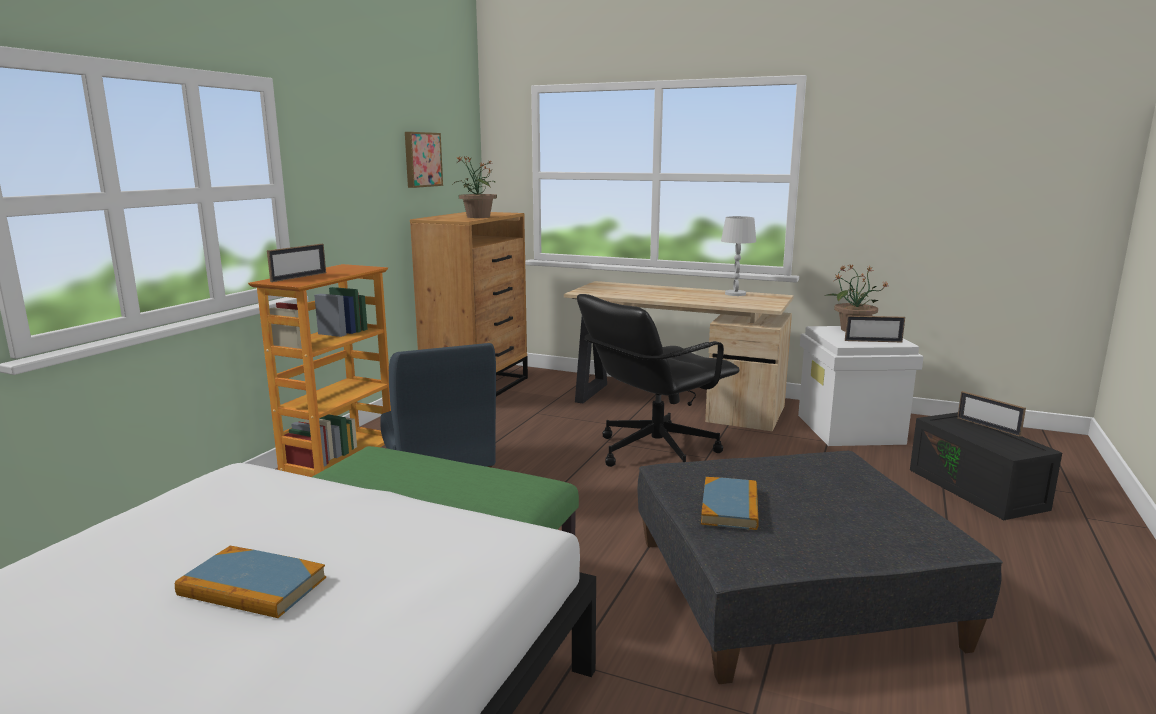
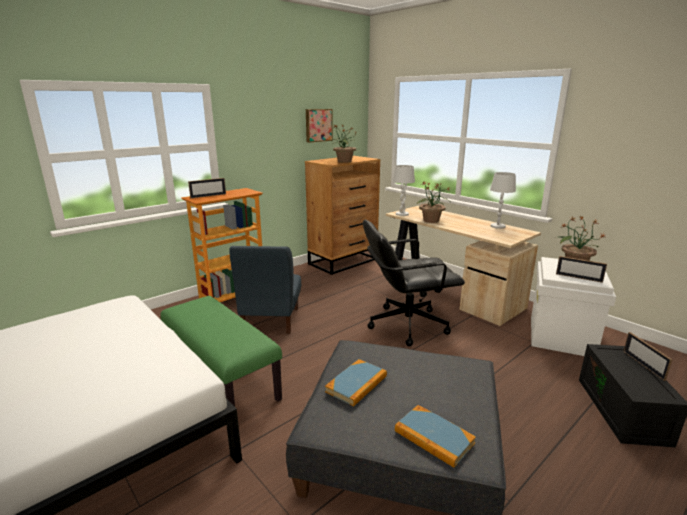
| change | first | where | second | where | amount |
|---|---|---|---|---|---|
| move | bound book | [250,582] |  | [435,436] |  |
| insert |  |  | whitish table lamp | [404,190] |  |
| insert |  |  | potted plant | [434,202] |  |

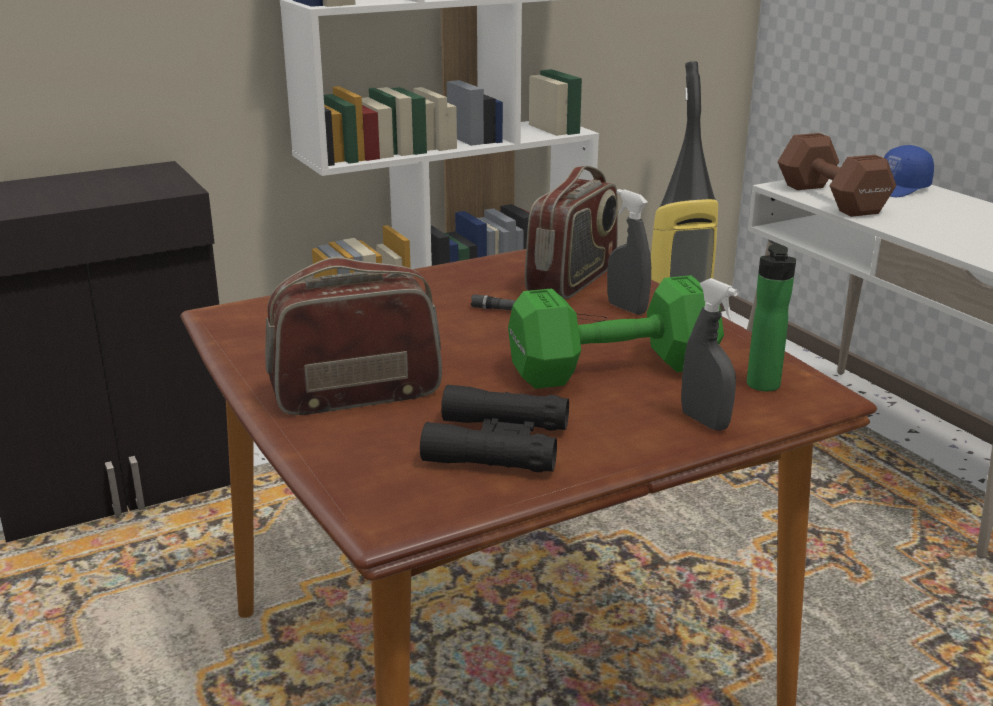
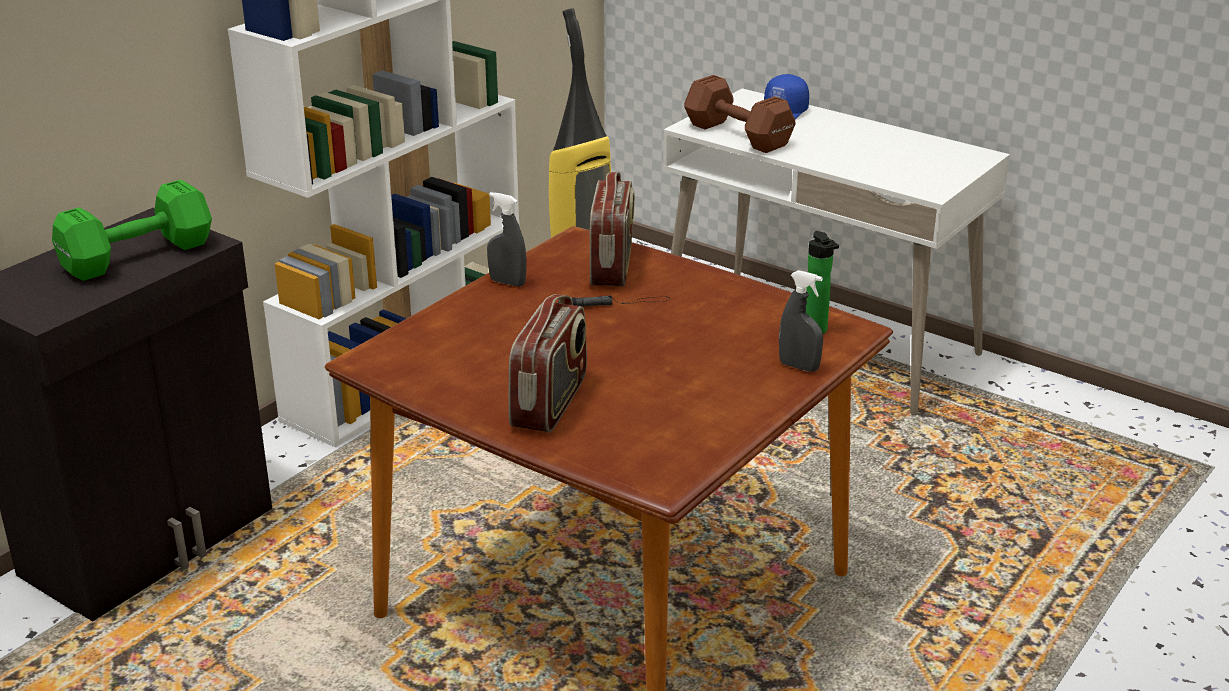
| change | first | where | second | where | amount |
|---|---|---|---|---|---|
| move | grey sprayer | [629,252] |  | [507,239] |  |
| rotate | radio | [353,336] |  | [547,363] | 150 degrees clockwise |
| move | green-coloured hand weight | [616,332] |  | [132,230] |  |
| delete | black-coloured binoculars | [494,428] |  |  |  |

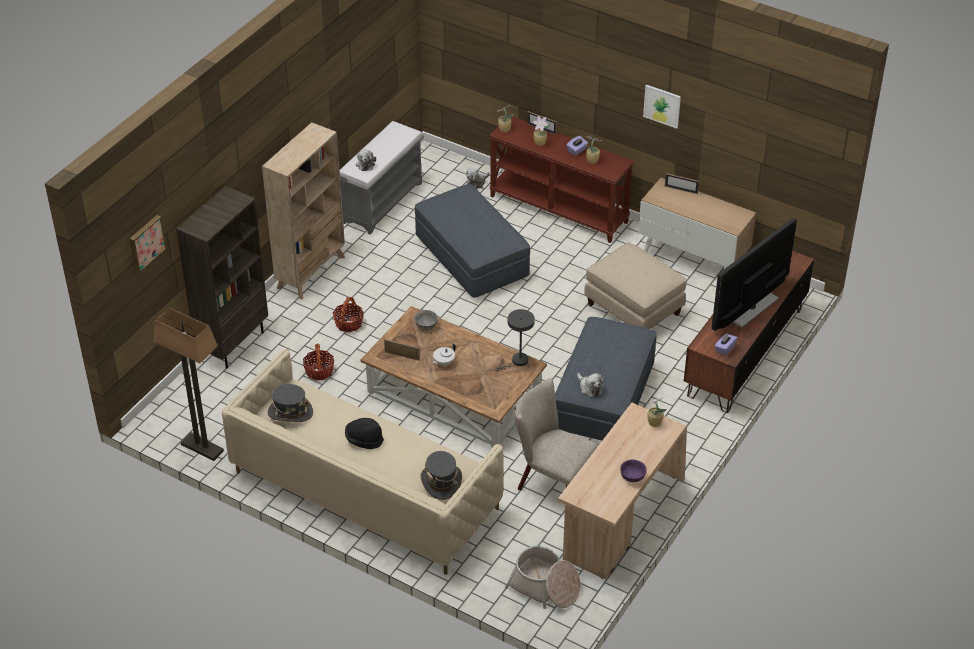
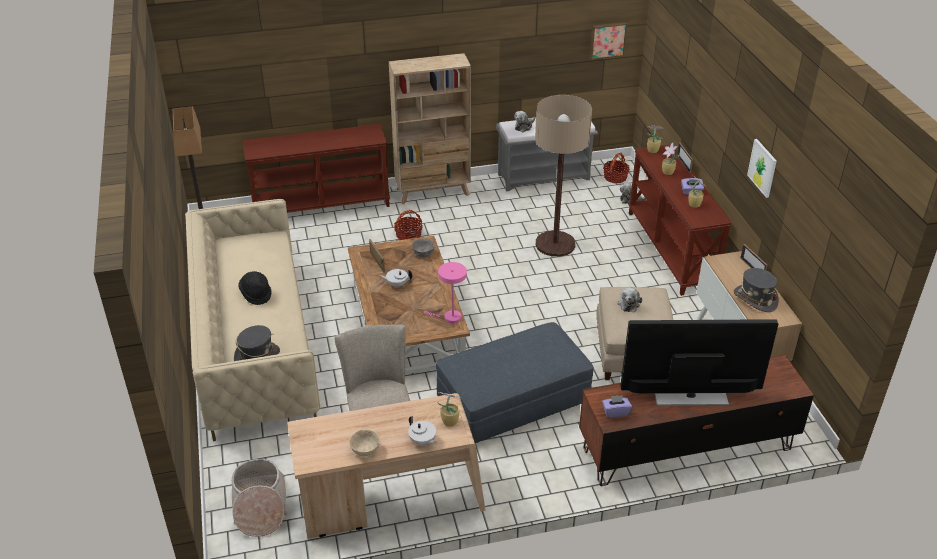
| change | first | where | second | where | amount |
|---|---|---|---|---|---|
| replace | grey footrest | [472,241] | standard lamp | [563,176] |  |
| replace | brownish bookshelf | [222,277] | brownish console table | [316,168] |  |
| move | picture | [147,244] |  | [608,41] |  |
| recolor | grey table lamp | [515,340] | pink table lamp | [445,293] |  |
| move | basket | [318,362] |  | [616,168] |  |
| move | cuddly toy | [590,385] |  | [629,299] |  |
| move | grey hat | [290,403] |  | [756,290] |  |
| recolor | purple-coloured deep dish | [633,470] | beige-coloured deep dish | [364,442] |  |
| insert |  |  | whitish teapot | [422,430] |  |

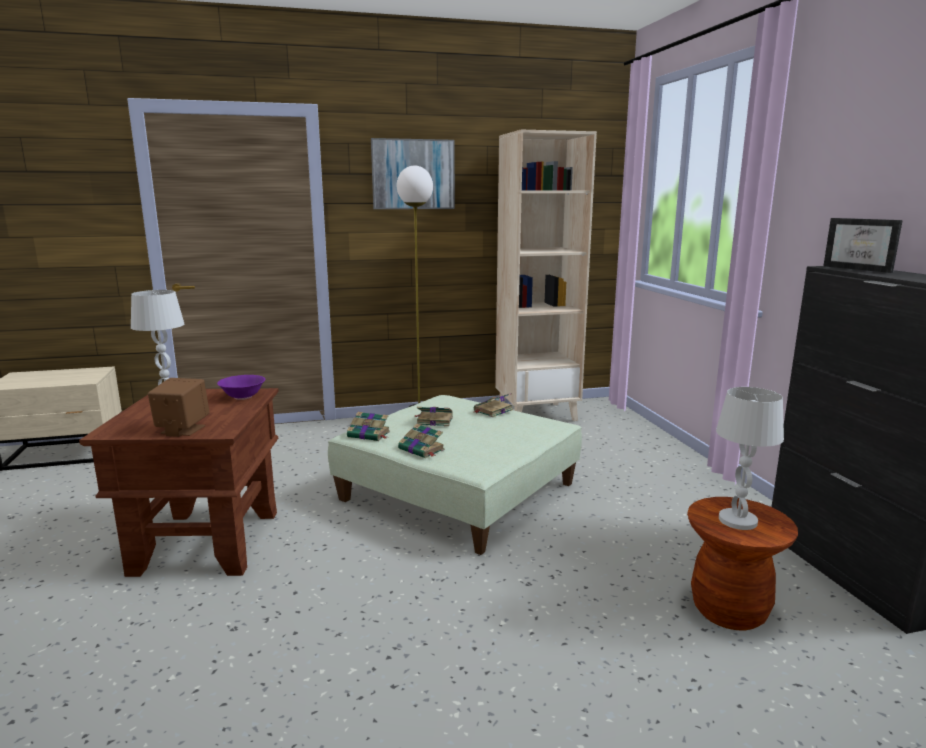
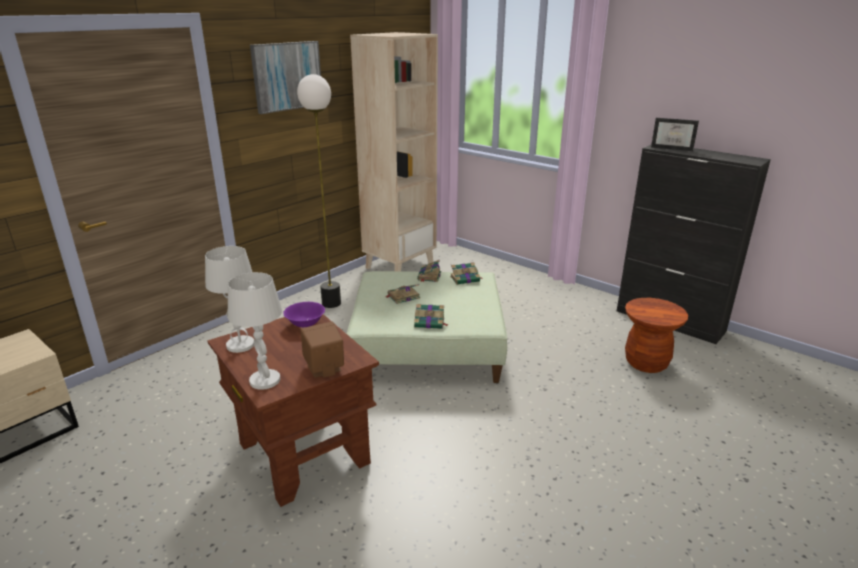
| change | first | where | second | where | amount |
|---|---|---|---|---|---|
| move | whitish table lamp | [750,458] |  | [255,331] |  |
| move | bound book | [368,426] |  | [466,273] |  |

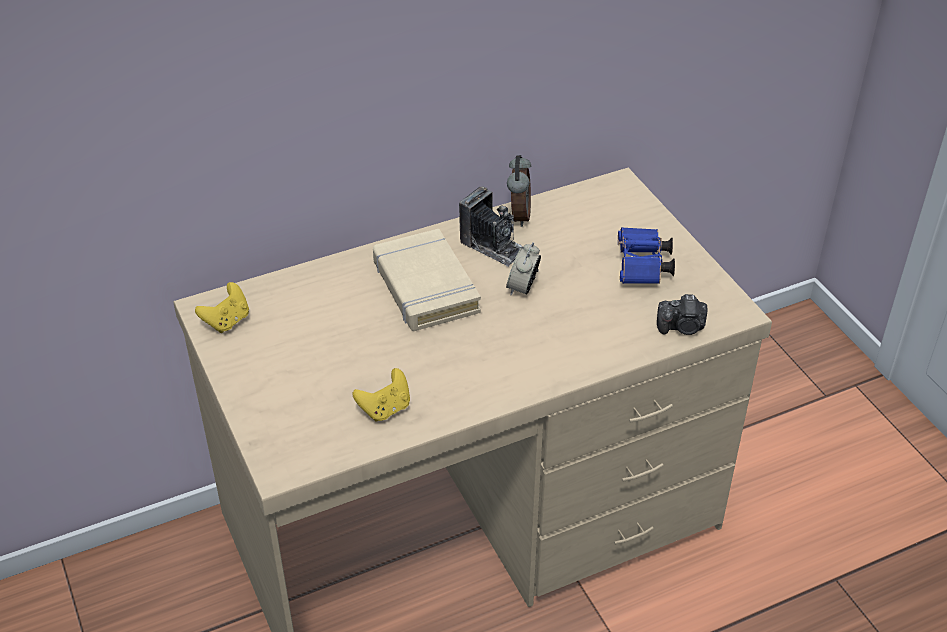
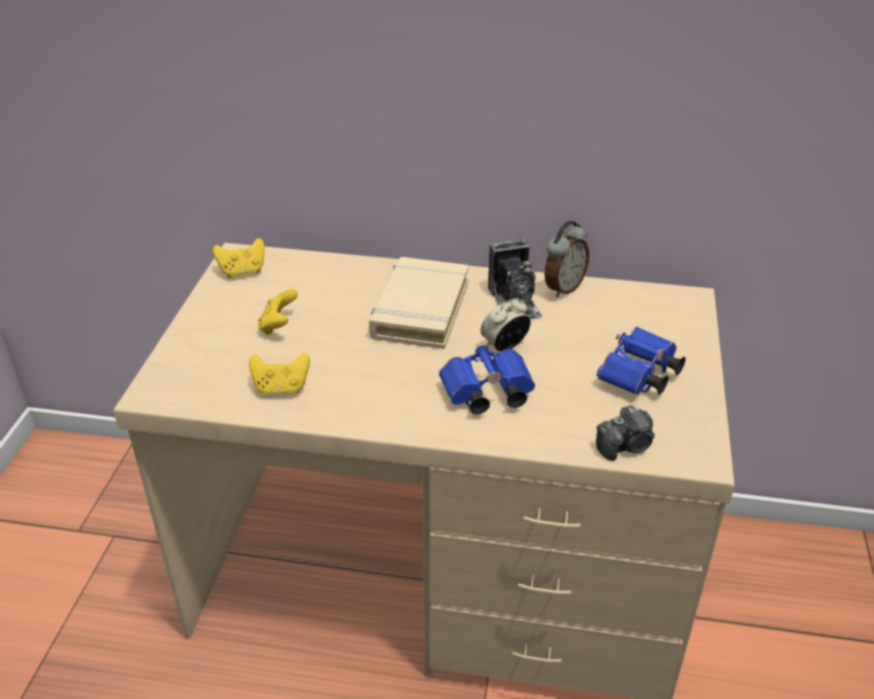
| change | first | where | second | where | amount |
|---|---|---|---|---|---|
| rotate | still camera | [682,314] |  | [625,433] | 60 degrees counterclockwise |
| insert |  |  | yellowish joypad | [278,312] |  |
| insert |  |  | bluish binoculars | [487,379] |  |

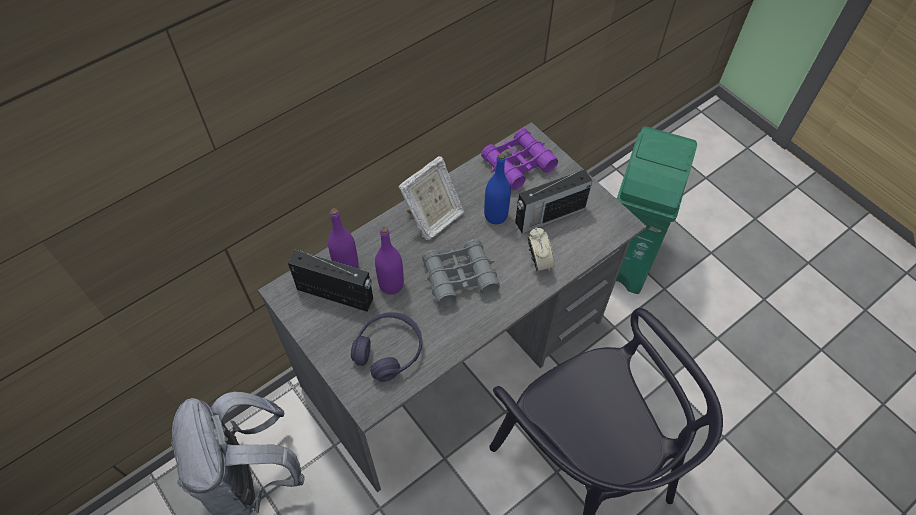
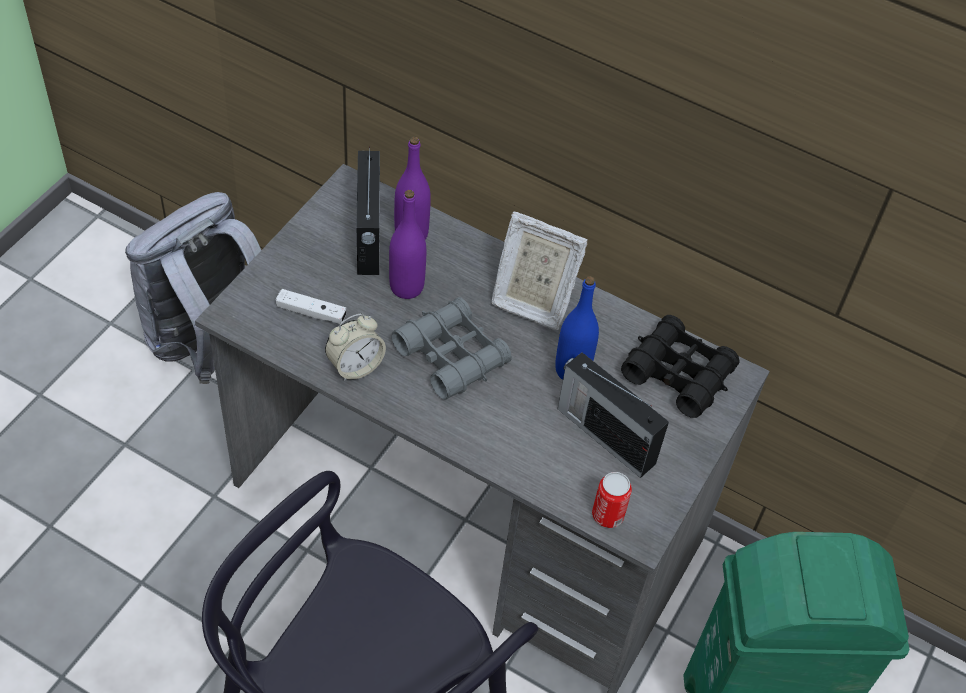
| change | first | where | second | where | amount |
|---|---|---|---|---|---|
| recolor | purple-coloured binoculars | [519,159] | black-coloured binoculars | [680,366] |  |
| move | bedside clock | [541,250] |  | [355,347] |  |
| replace | purple-coloured headphones | [386,347] | whitish joypad | [311,306] |  |
| insert |  |  | sealed can | [612,500] |  |

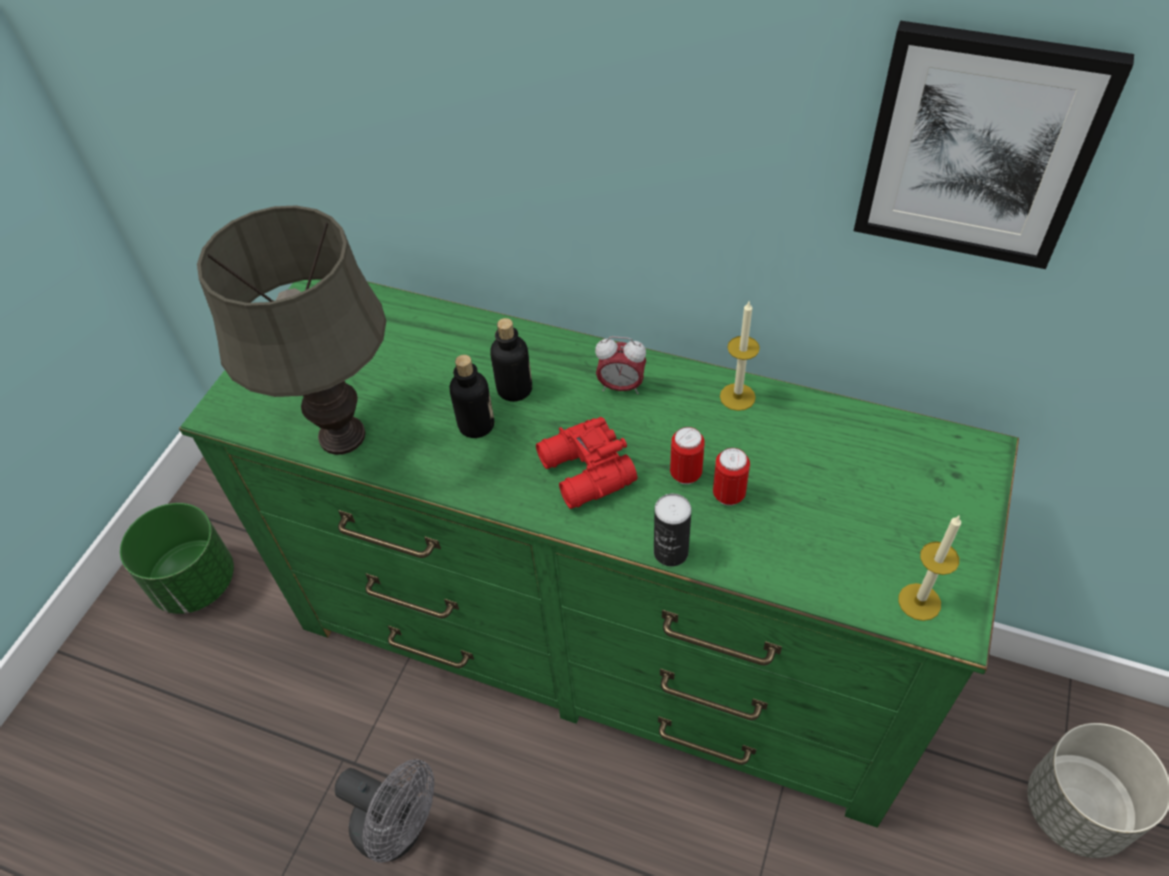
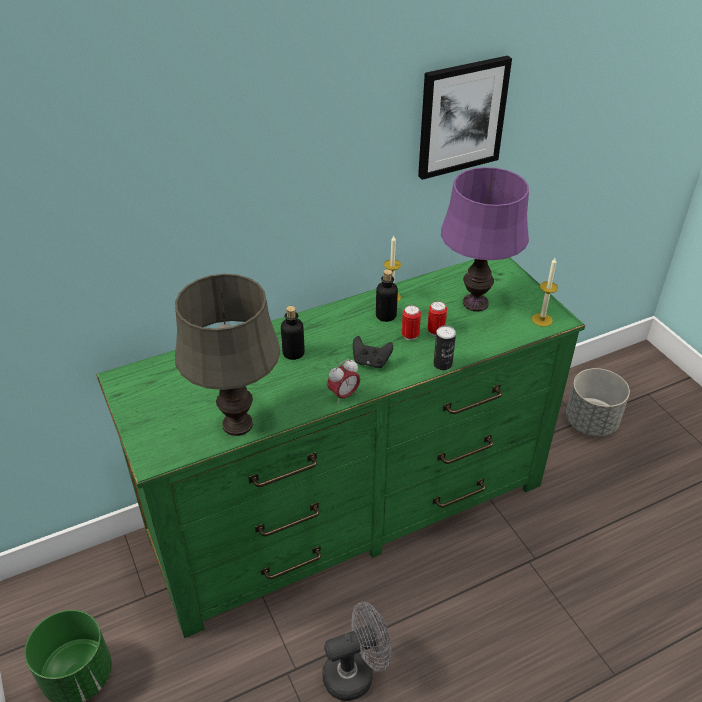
| change | first | where | second | where | amount |
|---|---|---|---|---|---|
| move | bedside clock | [620,365] |  | [343,381] |  |
| move | beverage bottle | [471,396] |  | [387,295] |  |
| replace | red-coloured binoculars | [586,463] | black-coloured joypad | [373,352] |  |
| insert |  |  | purple-coloured table lamp | [485,239] |  |

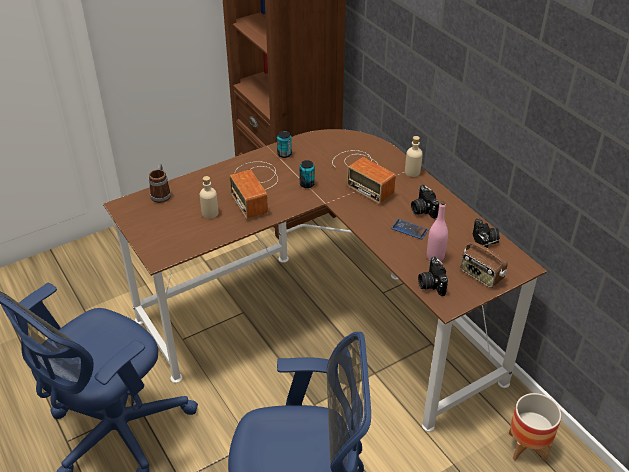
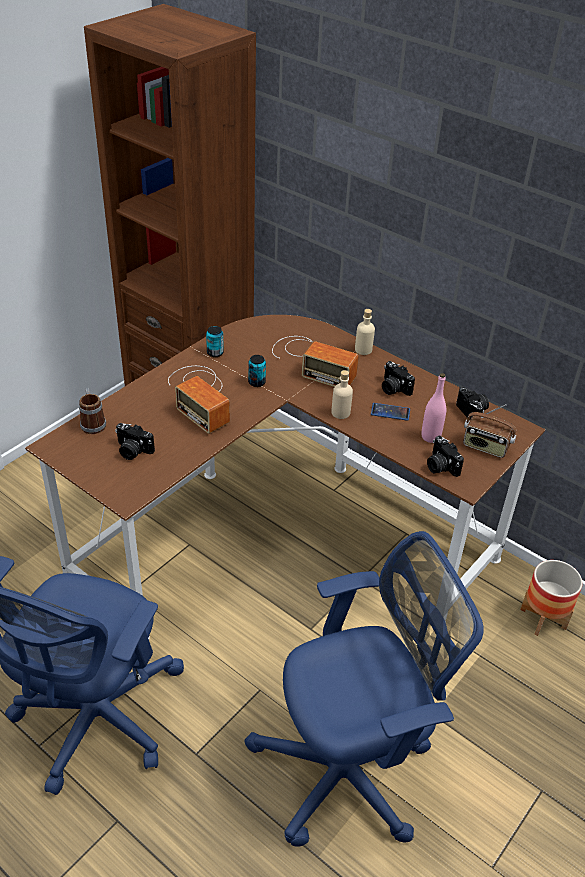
| change | first | where | second | where | amount |
|---|---|---|---|---|---|
| move | beige-coloured beverage bottle | [209,197] |  | [342,394] |  |
| insert |  |  | still camera | [135,441] |  |

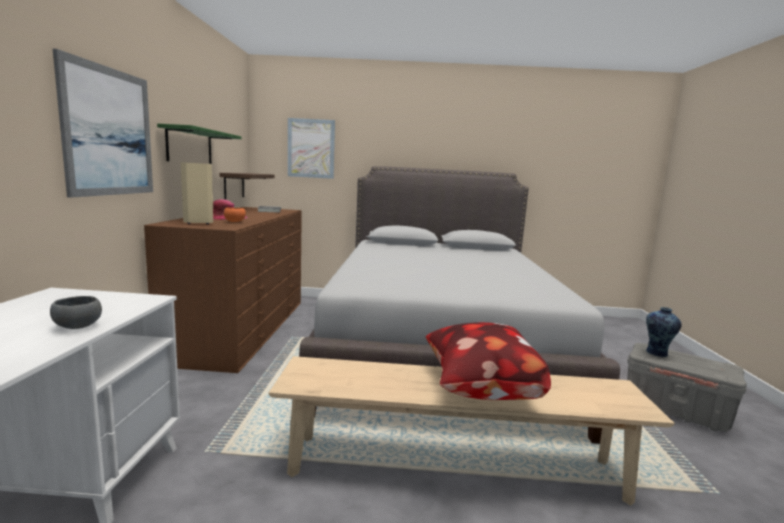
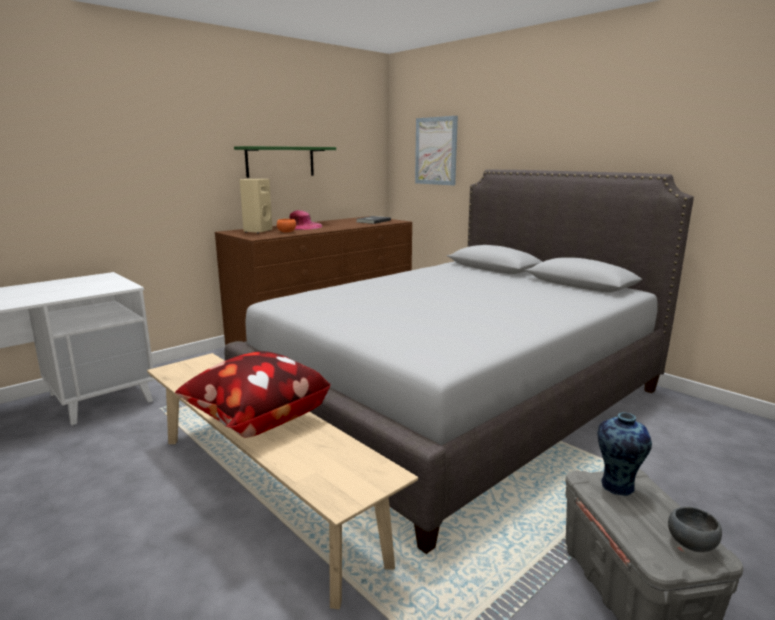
| change | first | where | second | where | amount |
|---|---|---|---|---|---|
| delete | picture | [103,123] |  |  |  |
| delete | bracket shelf | [247,186] |  |  |  |
| move | grey deep dish | [76,312] |  | [695,529] |  |

